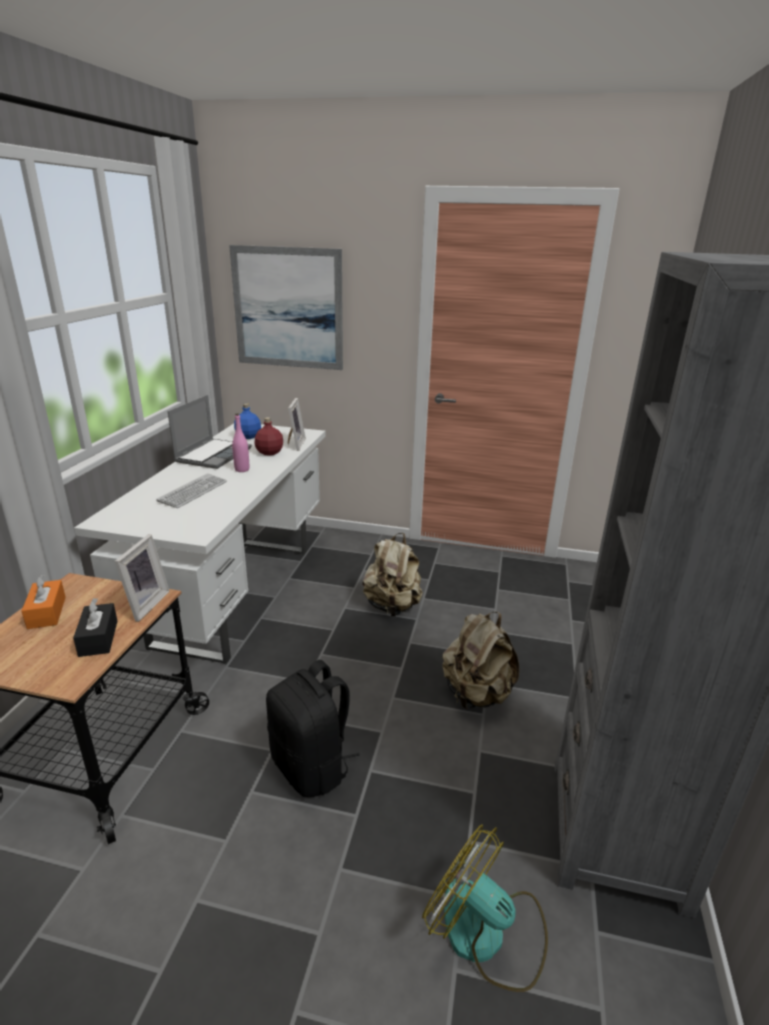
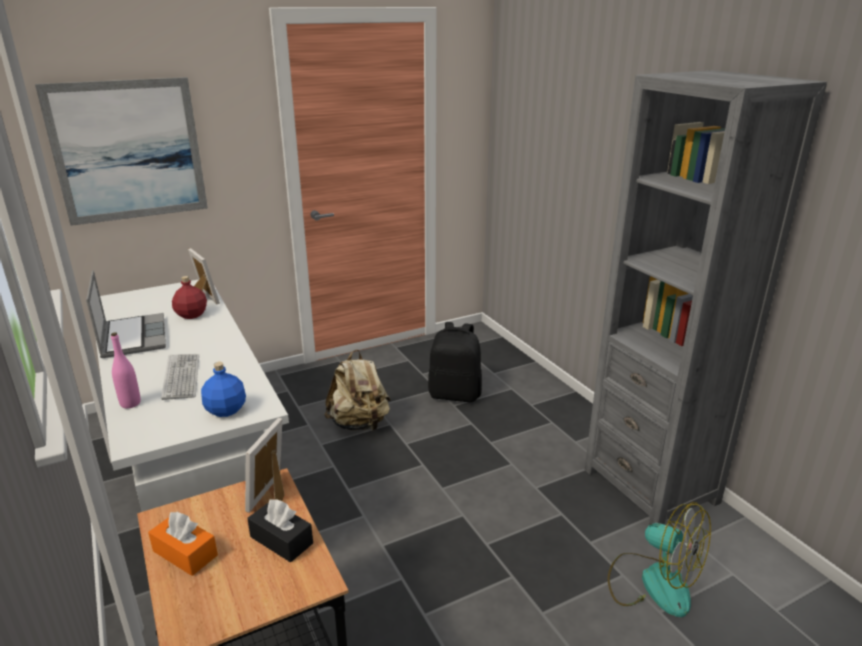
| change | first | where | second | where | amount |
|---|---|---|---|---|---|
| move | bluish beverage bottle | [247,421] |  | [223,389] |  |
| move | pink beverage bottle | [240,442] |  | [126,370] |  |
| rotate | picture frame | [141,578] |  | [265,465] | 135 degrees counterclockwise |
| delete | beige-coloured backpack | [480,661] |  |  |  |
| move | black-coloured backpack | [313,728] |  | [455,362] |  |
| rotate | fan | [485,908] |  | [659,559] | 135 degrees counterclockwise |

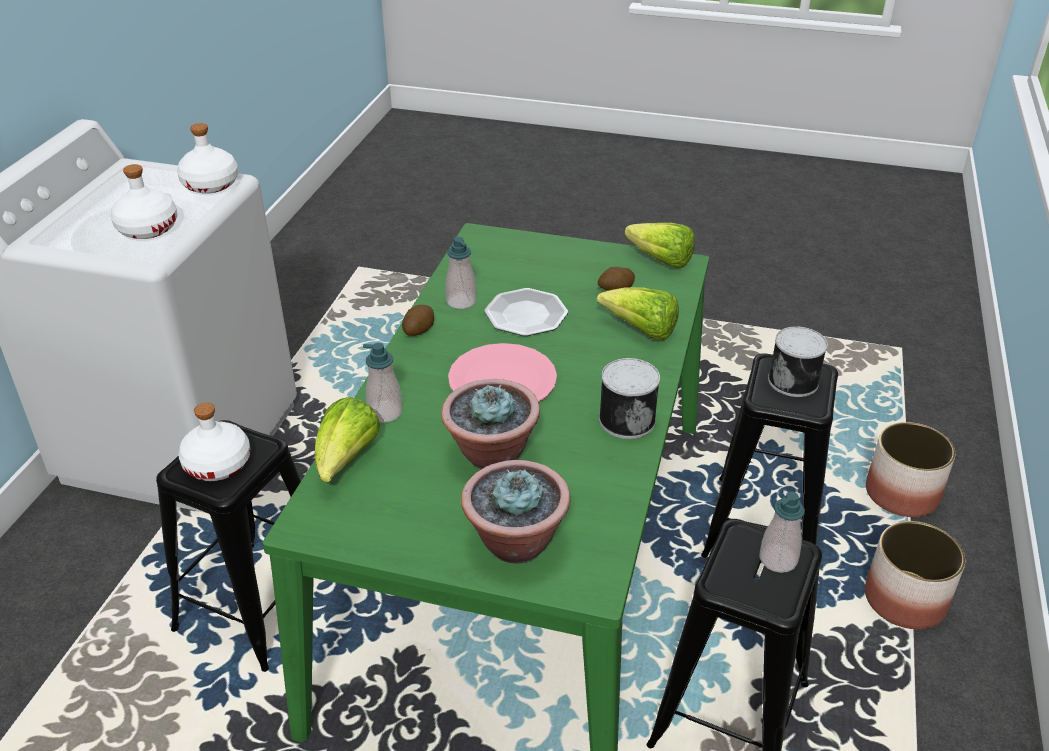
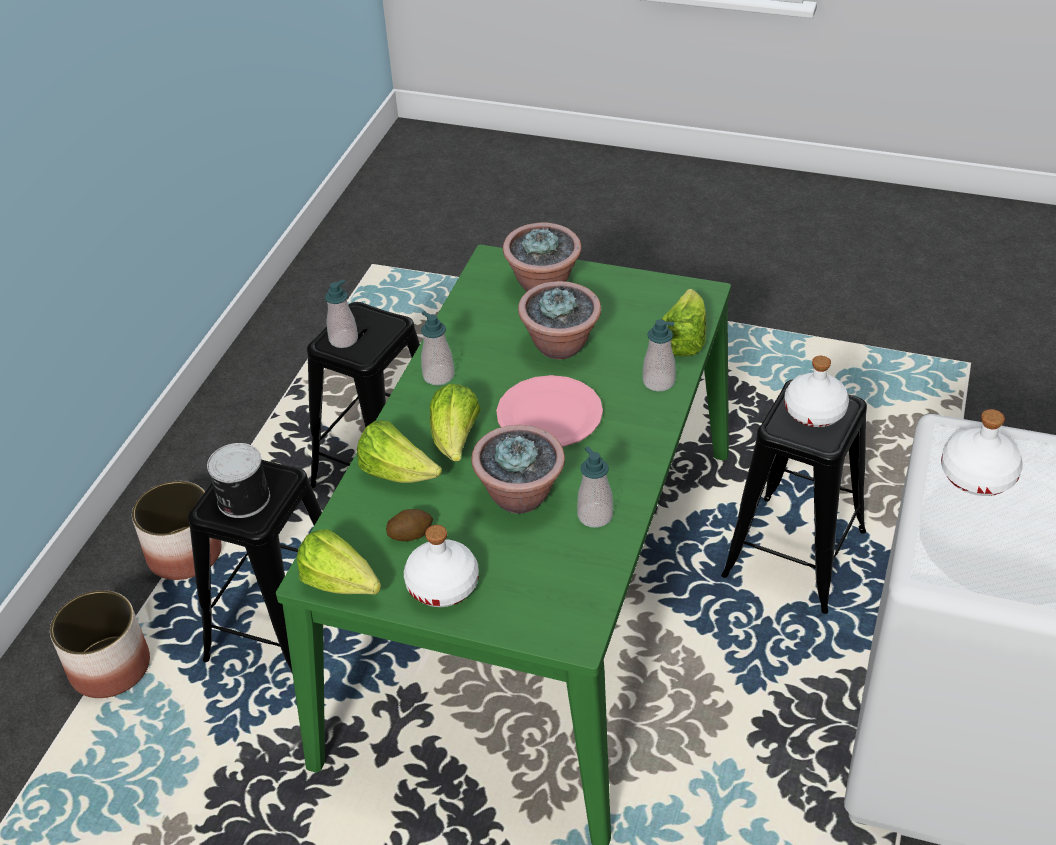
| change | first | where | second | where | amount |
|---|---|---|---|---|---|
| move | whitish beverage bottle | [207,158] |  | [441,566] |  |
| replace | plate | [526,312] | potted plant | [518,469] |  |
| delete | spud | [418,320] |  |  |  |
| replace | sealed can | [629,398] | soap dispenser | [438,348] |  |
| insert |  |  | lettuce | [455,423] |  |

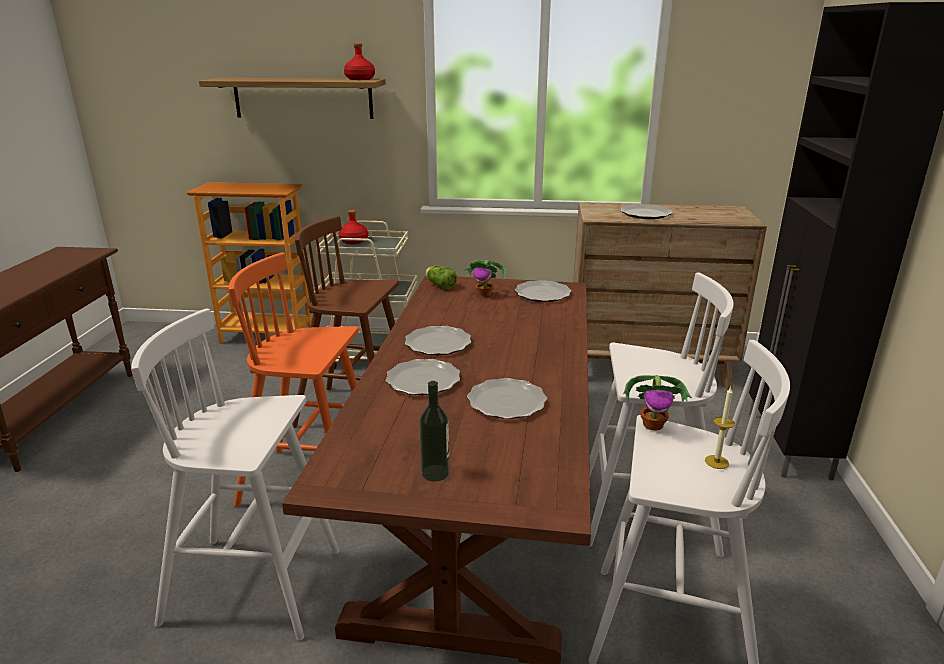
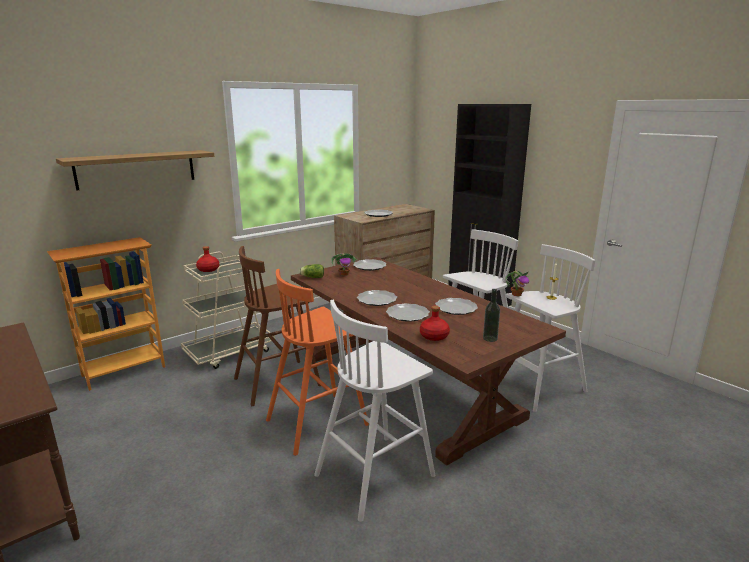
| change | first | where | second | where | amount |
|---|---|---|---|---|---|
| move | red-coloured beverage bottle | [359,61] |  | [435,323] |  |

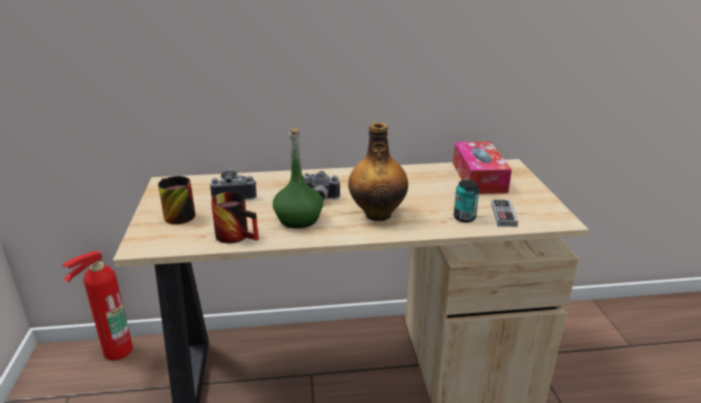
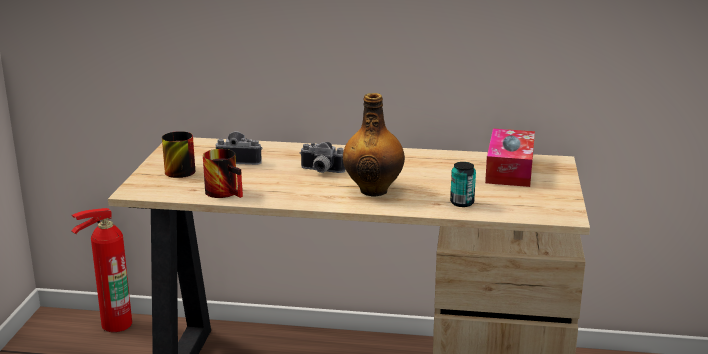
| change | first | where | second | where | amount |
|---|---|---|---|---|---|
| delete | green-coloured beverage bottle | [298,178] |  |  |  |
| delete | joypad | [504,213] |  |  |  |

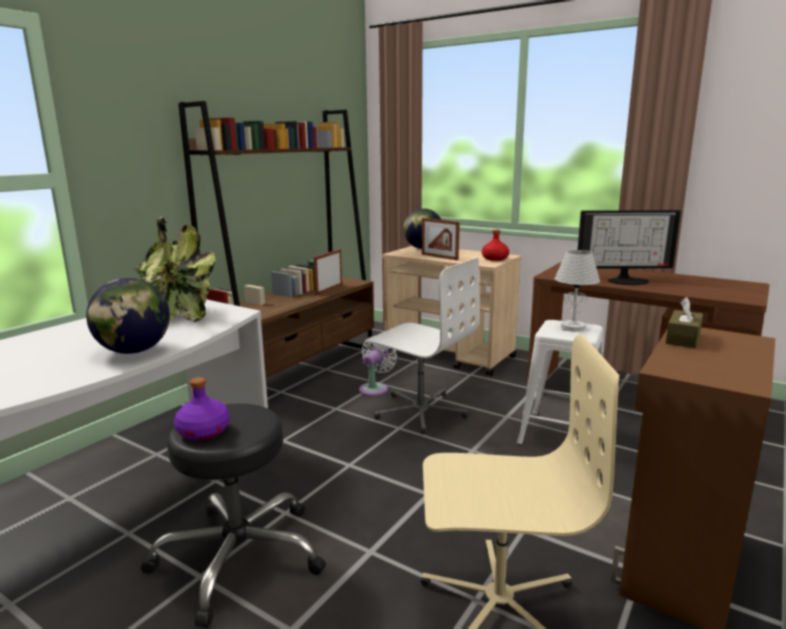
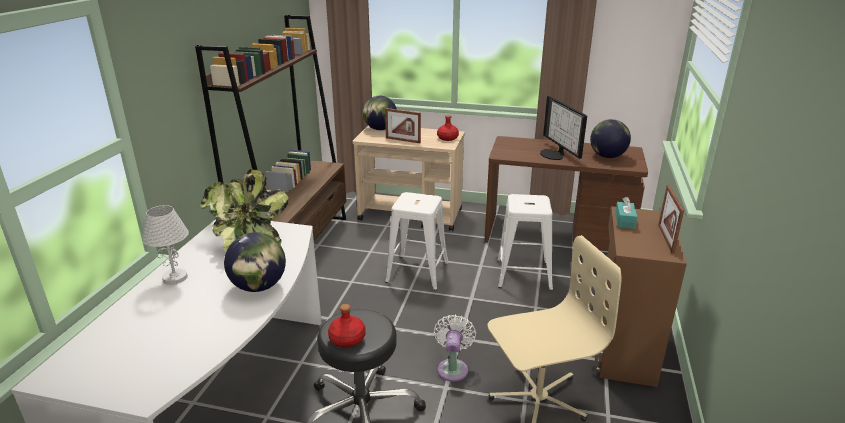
| change | first | where | second | where | amount |
|---|---|---|---|---|---|
| rotate | computer display | [629,247] |  | [563,128] | 90 degrees clockwise |
| move | picture frame | [327,272] |  | [671,219] |  |
| move | whitish table lamp | [577,290] |  | [165,245] |  |
| replace | whitish computer chair | [422,346] | whitish stool | [417,241] |  |
| recolor | brownish tissue box | [684,322] | turquoise tissue box | [626,213] |  |
| move | whitish fan | [378,366] |  | [455,348] |  |
| recolor | purple-coloured beverage bottle | [202,408] | red-coloured beverage bottle | [347,325] |  |
| insert |  |  | globe | [610,138] |  |

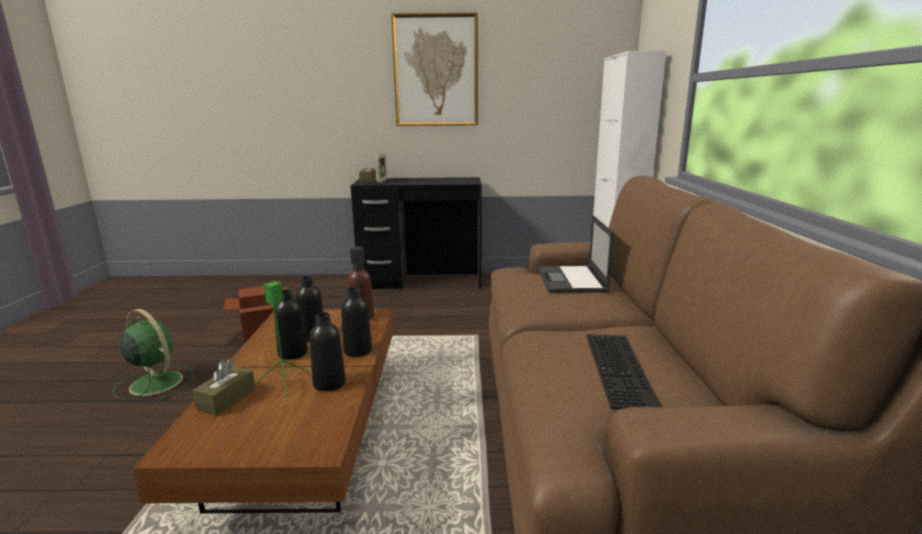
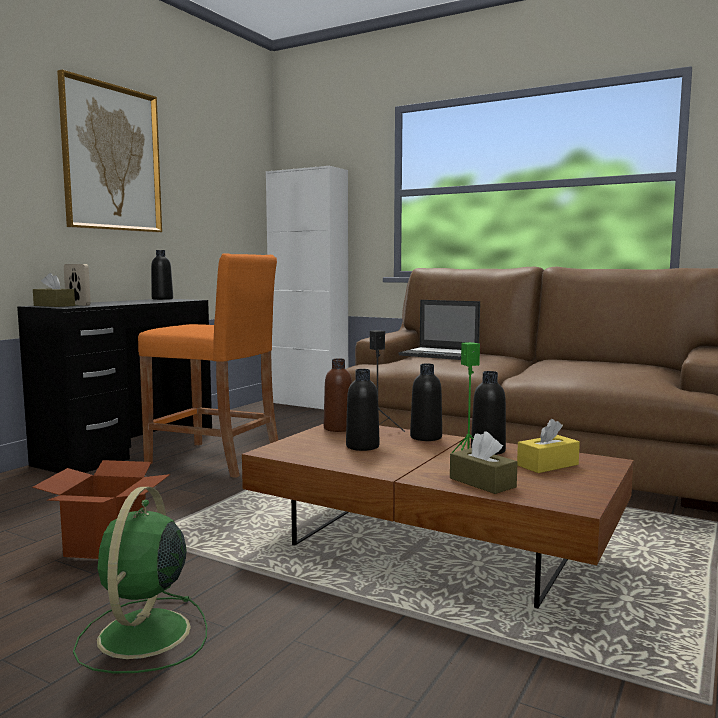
| change | first | where | second | where | amount |
|---|---|---|---|---|---|
| move | black-coloured beverage bottle | [291,324] |  | [162,275] |  |
| rotate | green-coloured fan | [154,354] |  | [140,580] | 60 degrees counterclockwise |
| delete | computer keyboard | [624,371] |  |  |  |
| insert |  |  | orange stool | [208,365] |  |
| insert |  |  | yellowish tissue box | [548,446] |  |

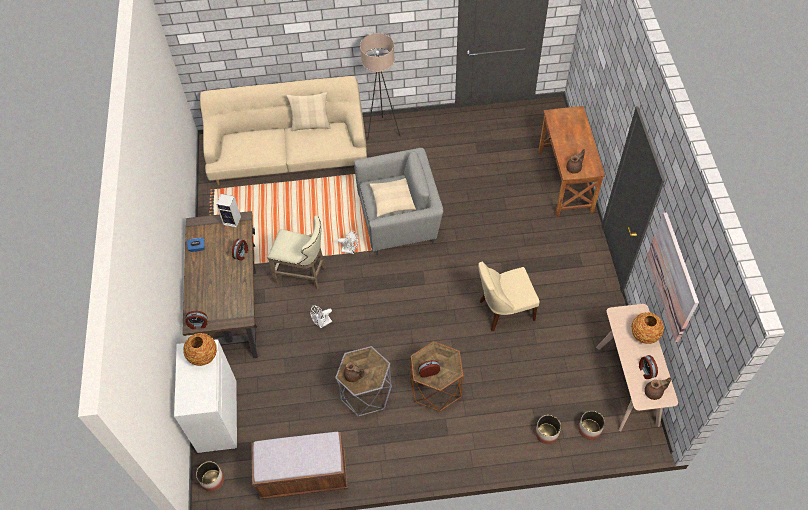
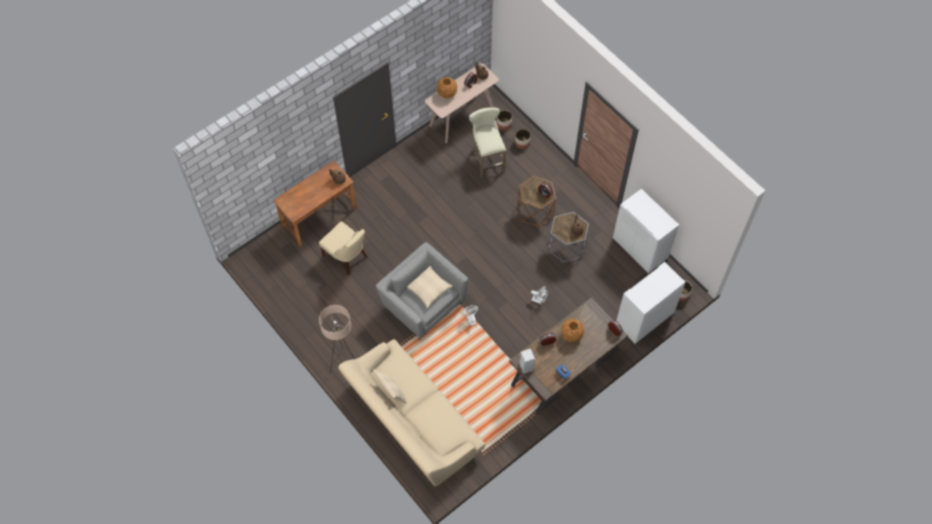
| change | first | where | second | where | amount |
|---|---|---|---|---|---|
| delete | picture | [673,277] |  |  |  |
| move | beige-coloured stool | [296,252] |  | [487,142] |  |
| move | beige-coloured plain chair | [508,296] |  | [343,248] |  |
| move | vase | [200,349] |  | [573,330] |  |
| replace | brownish bench | [299,465] | whitish storage cabinet | [646,231] |  |

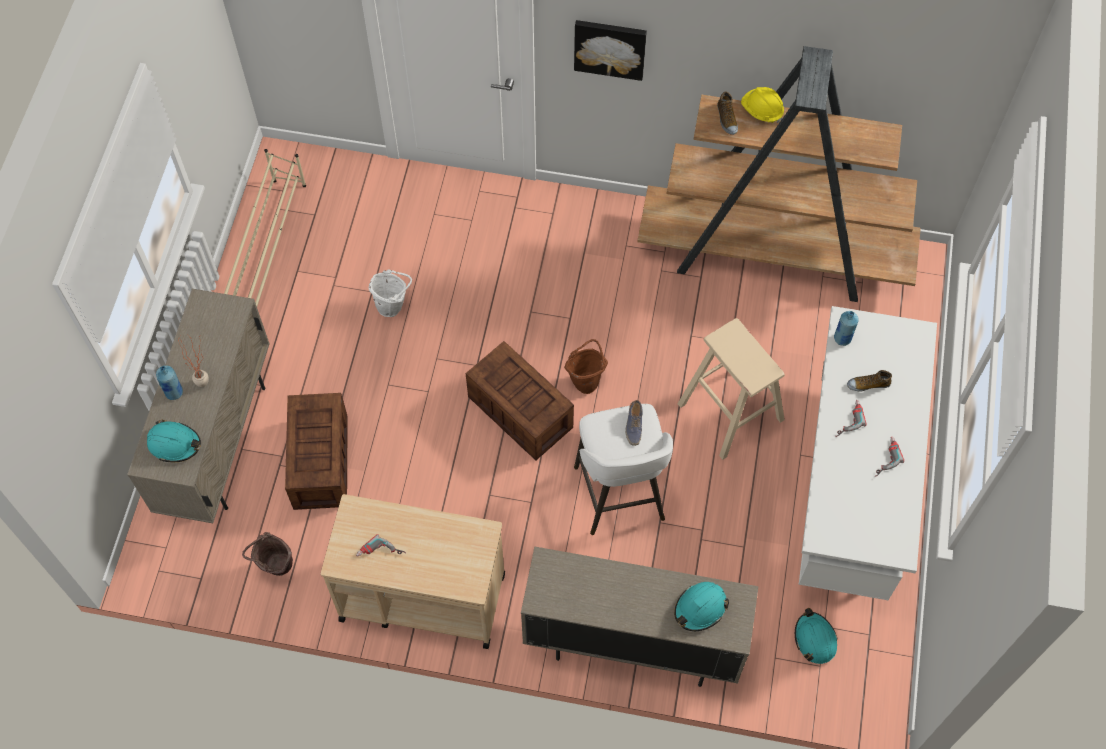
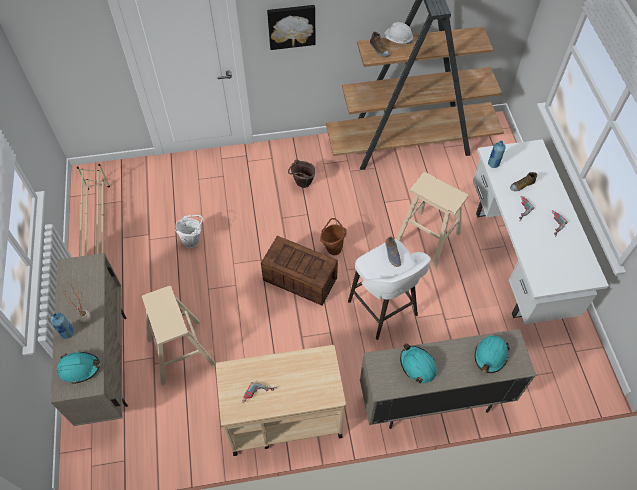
| change | first | where | second | where | amount |
|---|---|---|---|---|---|
| recolor | yellowish hard hat | [762,105] | whitish hard hat | [398,33] |  |
| replace | shipping crate | [316,451] | beige-coloured stool | [179,336] |  |
| move | brownish pail | [267,554] |  | [301,173] |  |
| move | turquoise hard hat | [816,636] |  | [418,363] |  |

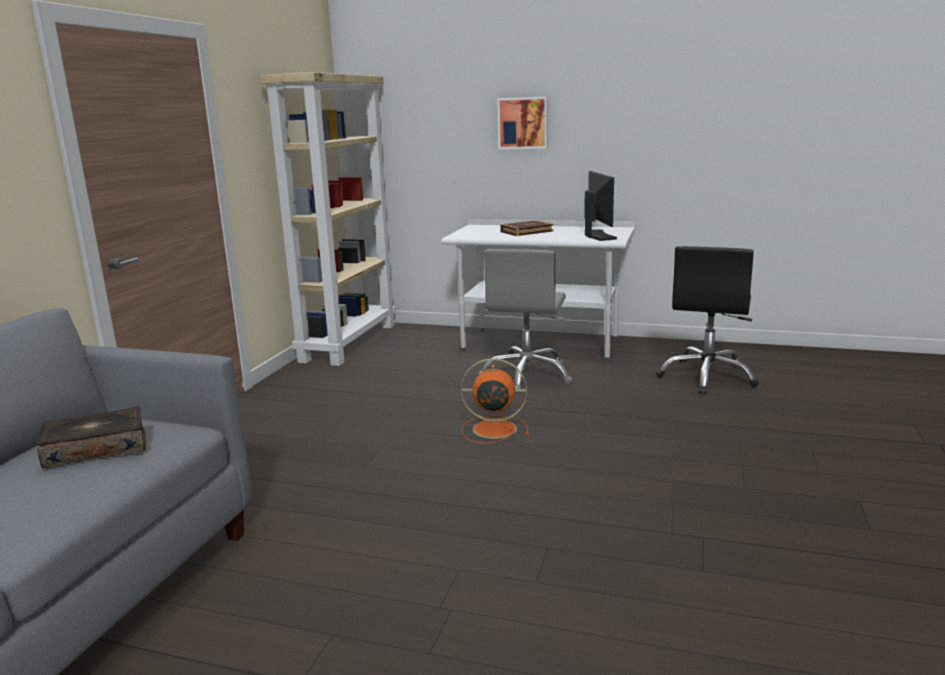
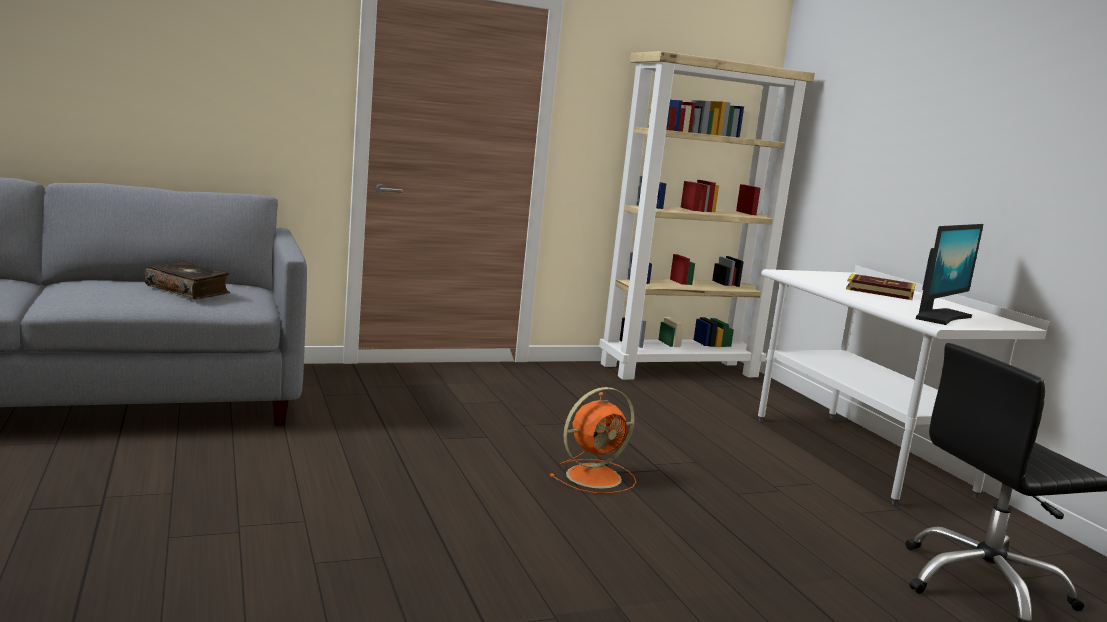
| change | first | where | second | where | amount |
|---|---|---|---|---|---|
| delete | picture | [522,122] |  |  |  |
| delete | grey computer chair | [525,321] |  |  |  |
| rotate | orange fan | [495,401] |  | [592,440] | 90 degrees clockwise |

